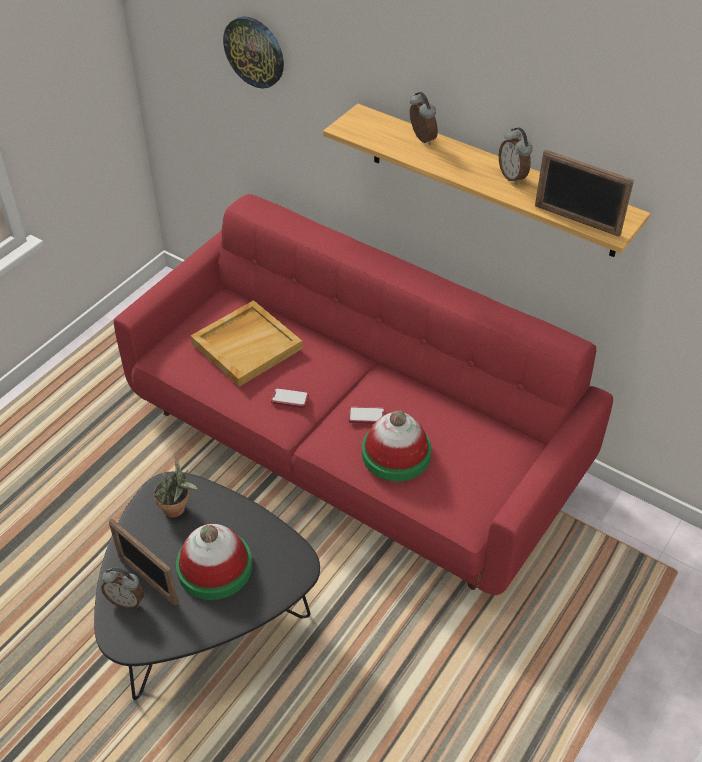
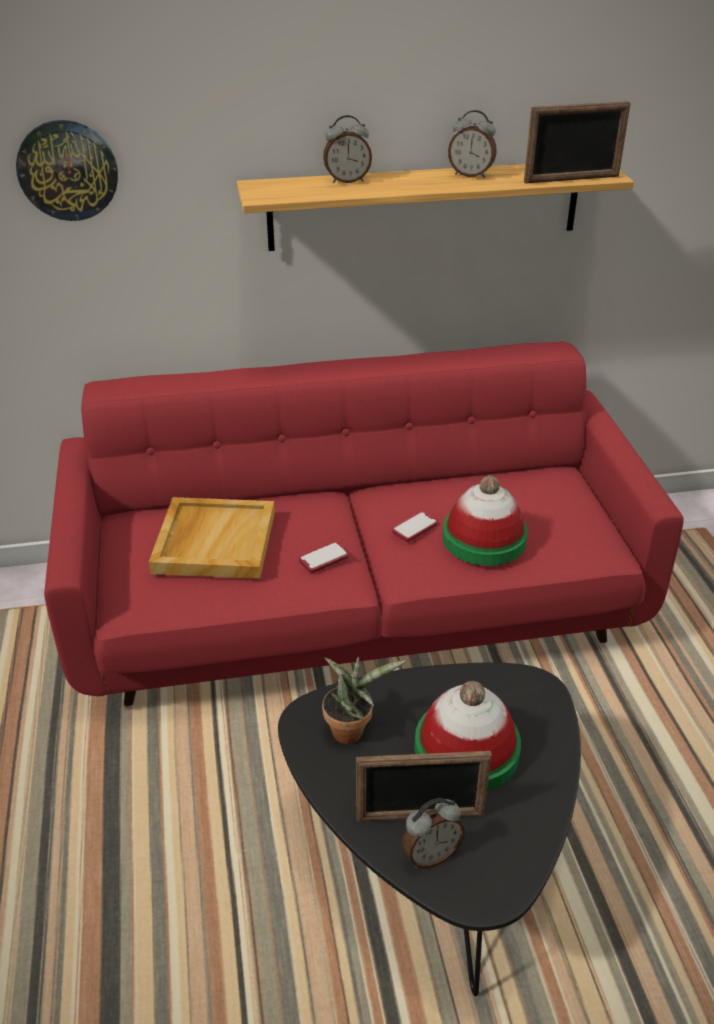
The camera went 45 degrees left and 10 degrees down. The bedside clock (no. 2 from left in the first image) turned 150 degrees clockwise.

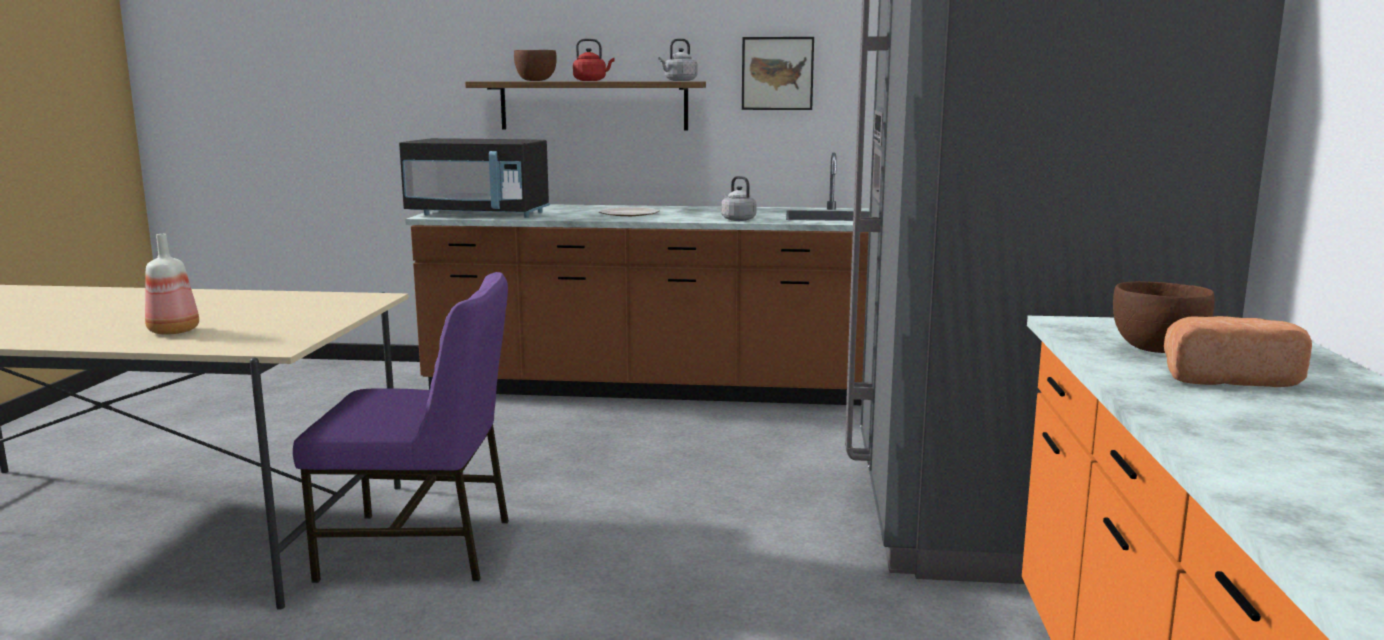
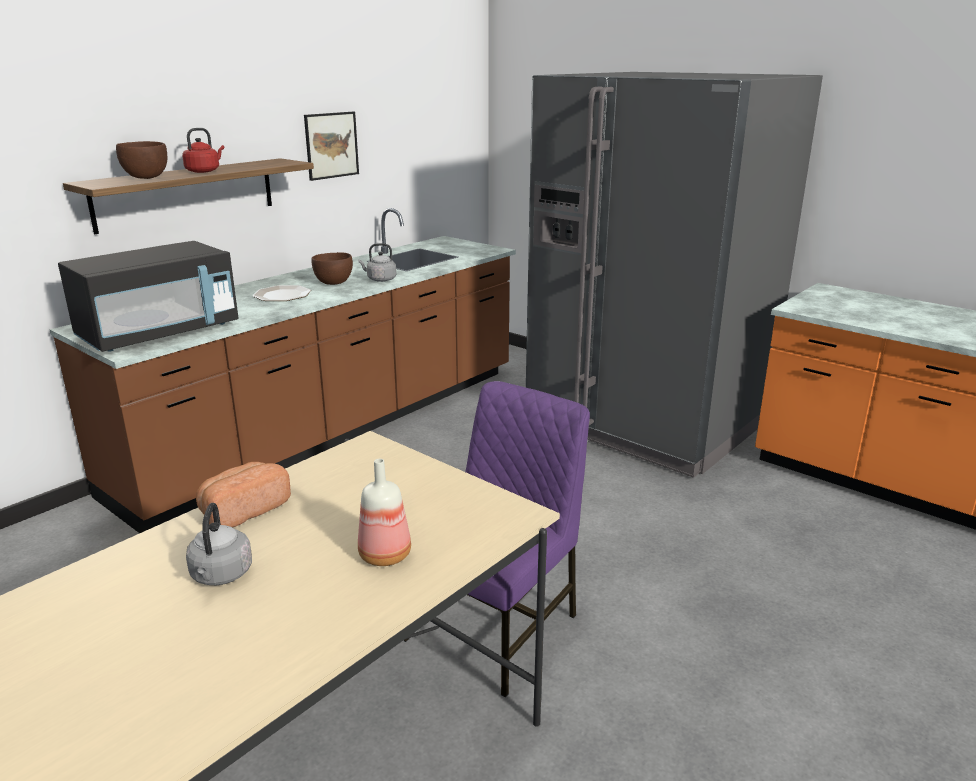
The camera went 55 degrees left and 10 degrees up. The gray tea kettle (no. 1 from left) moved. The brown bowl (no. 2 from left) moved. The baked bread moved.

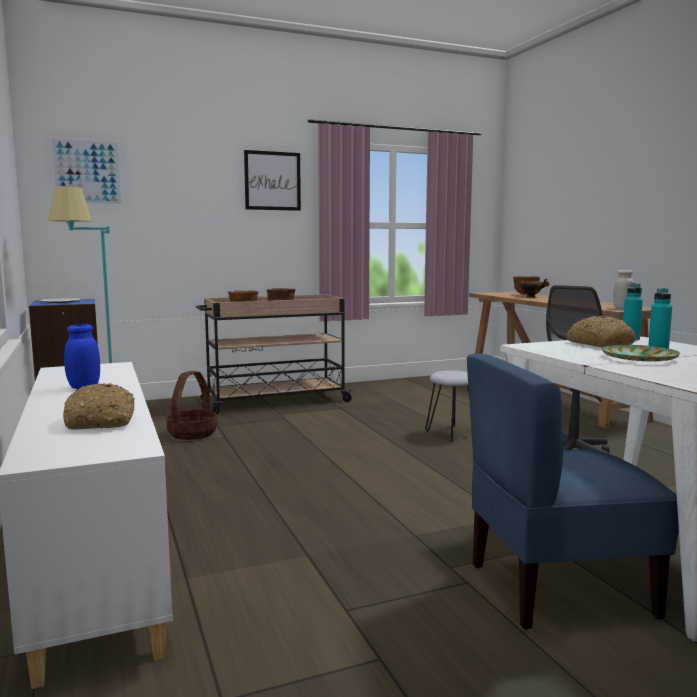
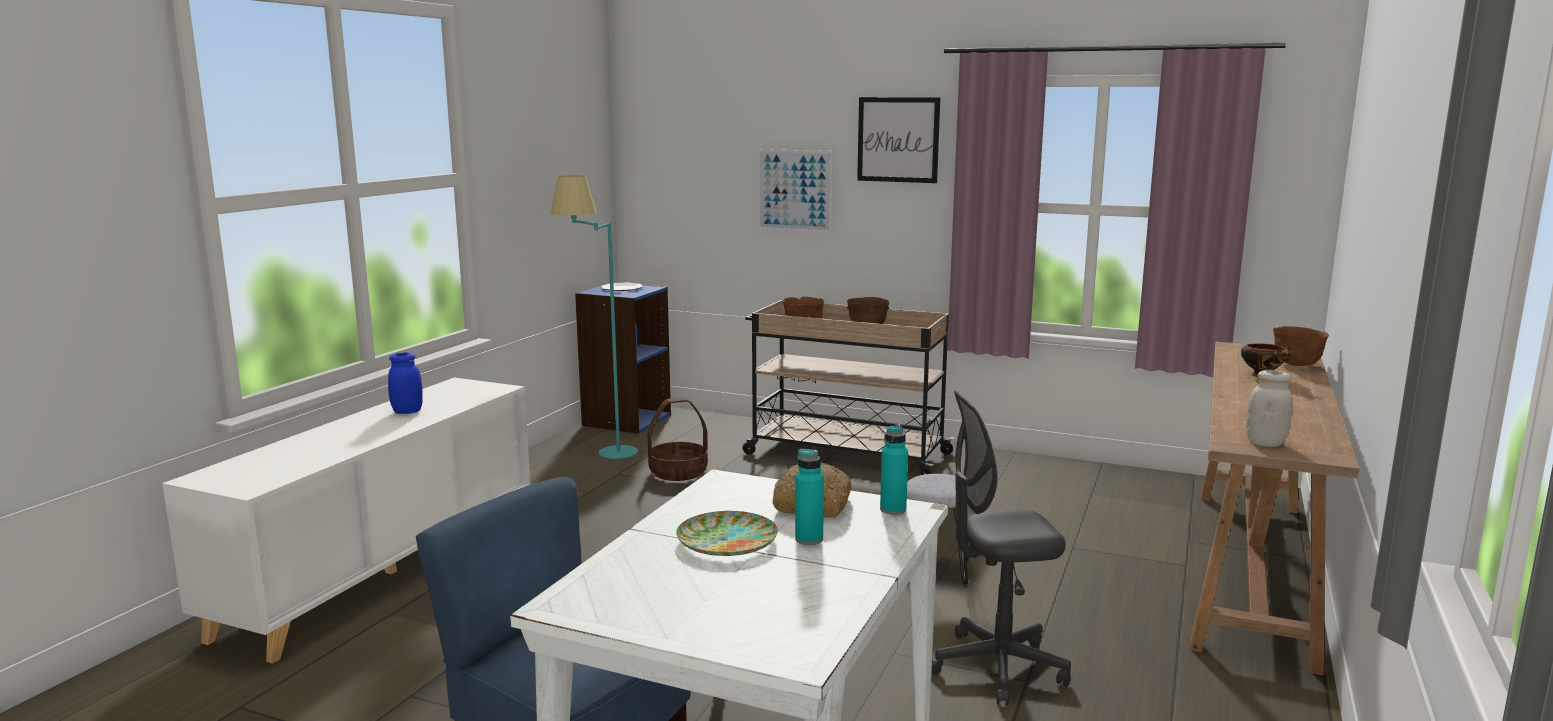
The camera went 45 degrees right and 5 degrees up. The baked bread (no. 1 from left) disappeared. The wall art (no. 1 from left) moved.

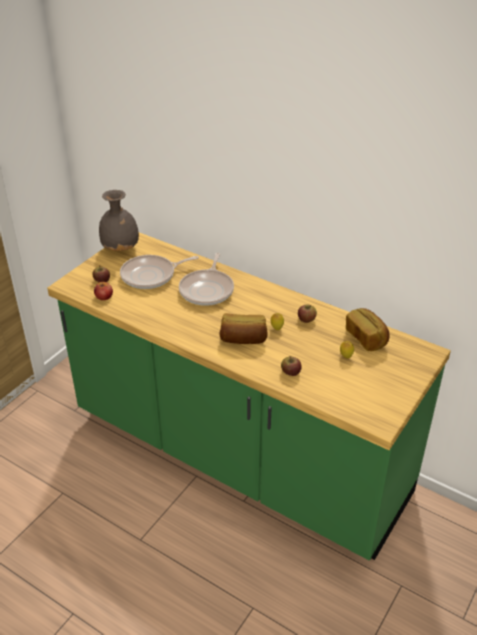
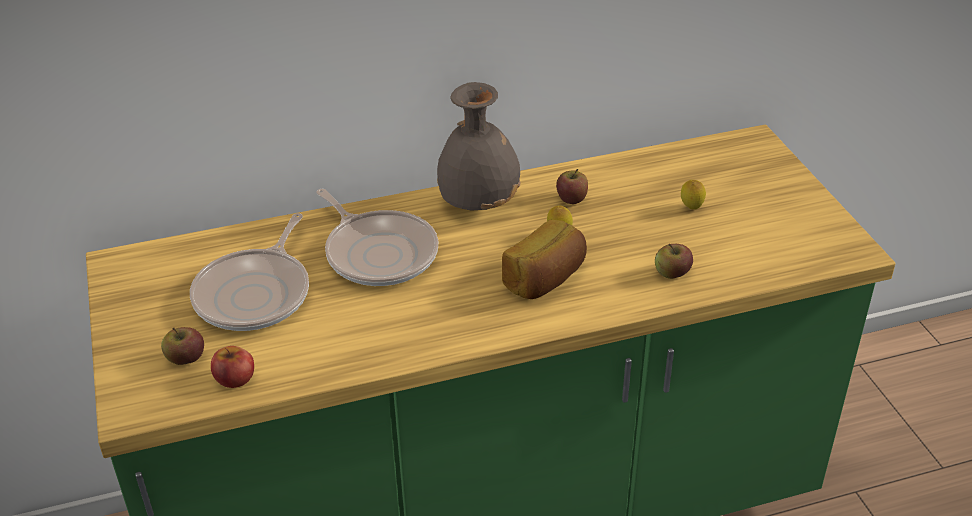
The camera went 50 degrees left and 0 degrees up. The baked bread (no. 2 from left) disappeared. The gray flower vase moved.

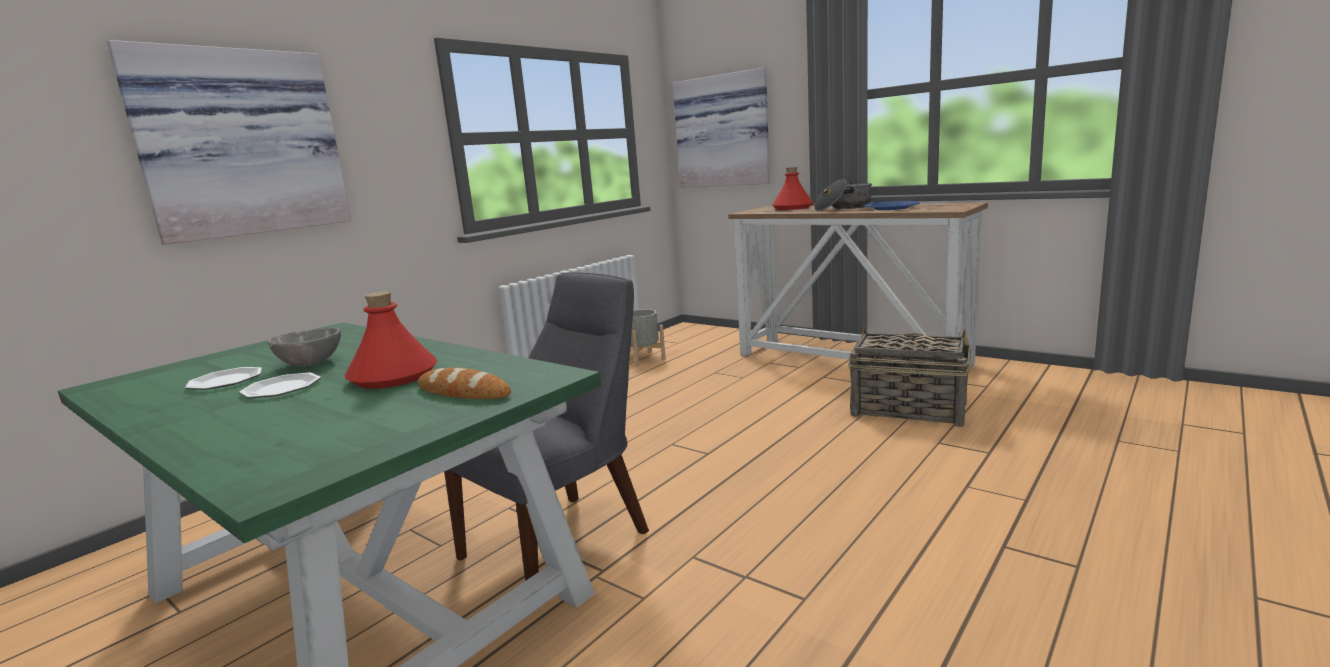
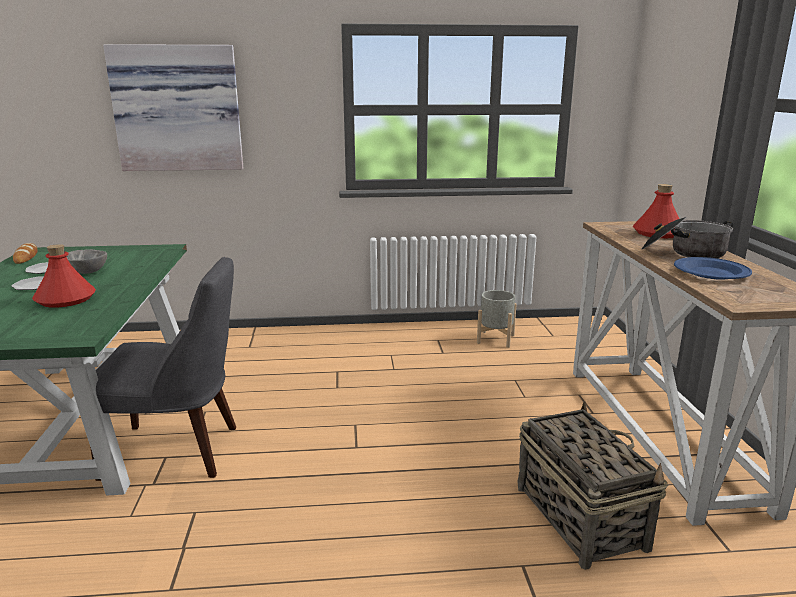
The camera went 45 degrees right and 5 degrees up. The wall art (no. 2 from left) disappeared. The baked bread moved.

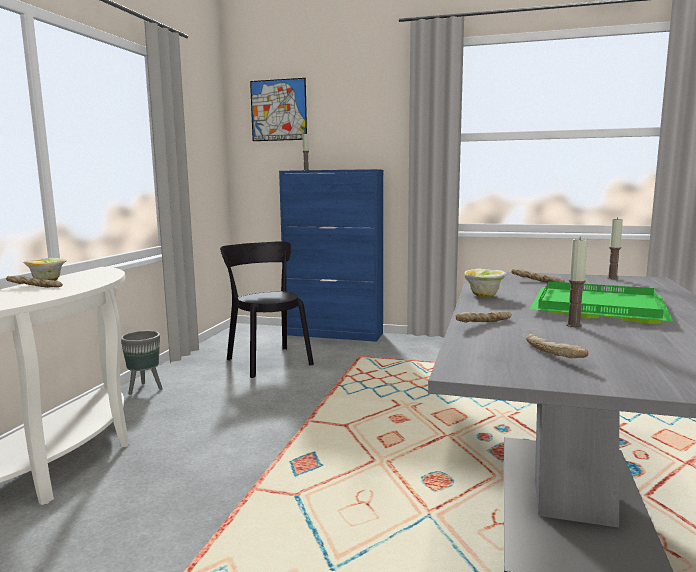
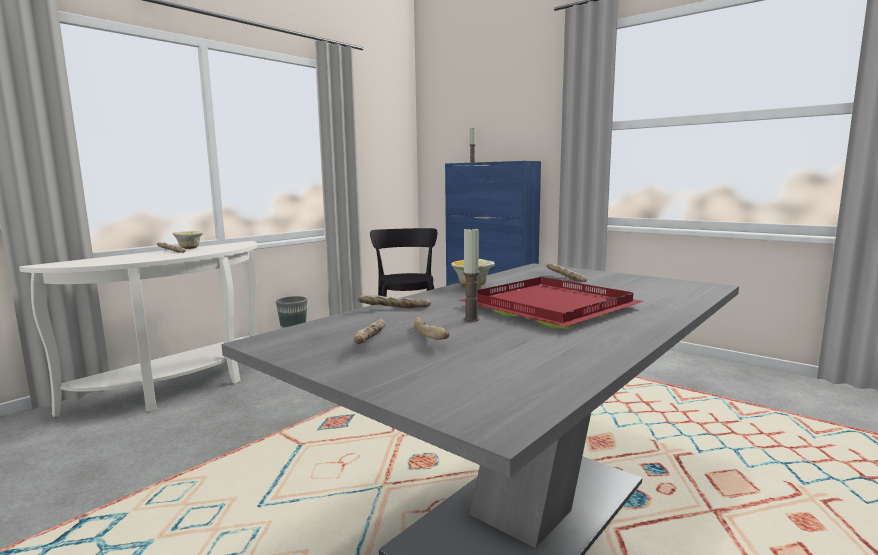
The camera went 25 degrees right and 0 degrees up. The wall art disappeared. The wax light (no. 3 from left) disappeared. The baked bread (no. 4 from left) appeared. The green-coloured tray became the red-coloured tray.

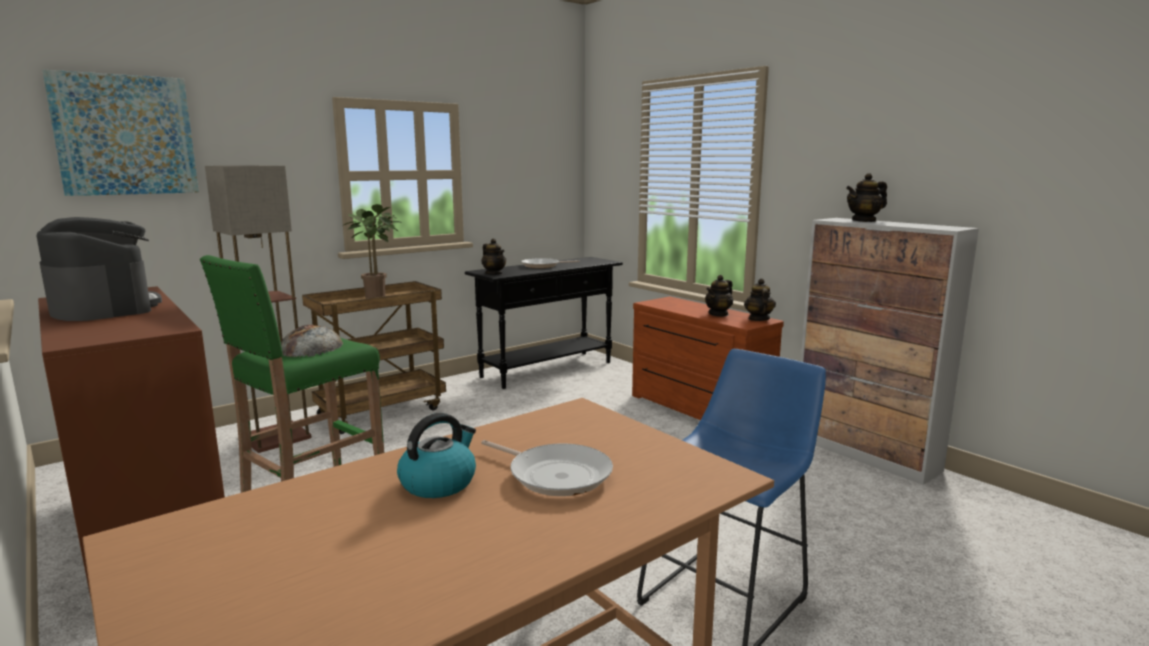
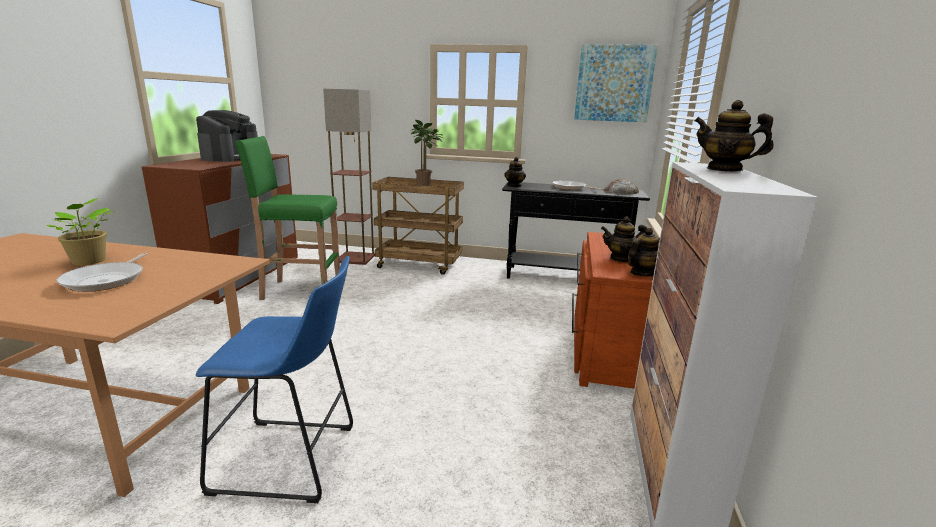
The camera went 50 degrees right and 5 degrees up. The wall art moved. The baked bread moved. The tea kettle was replaced by the plant in a pot (no. 1 from left).

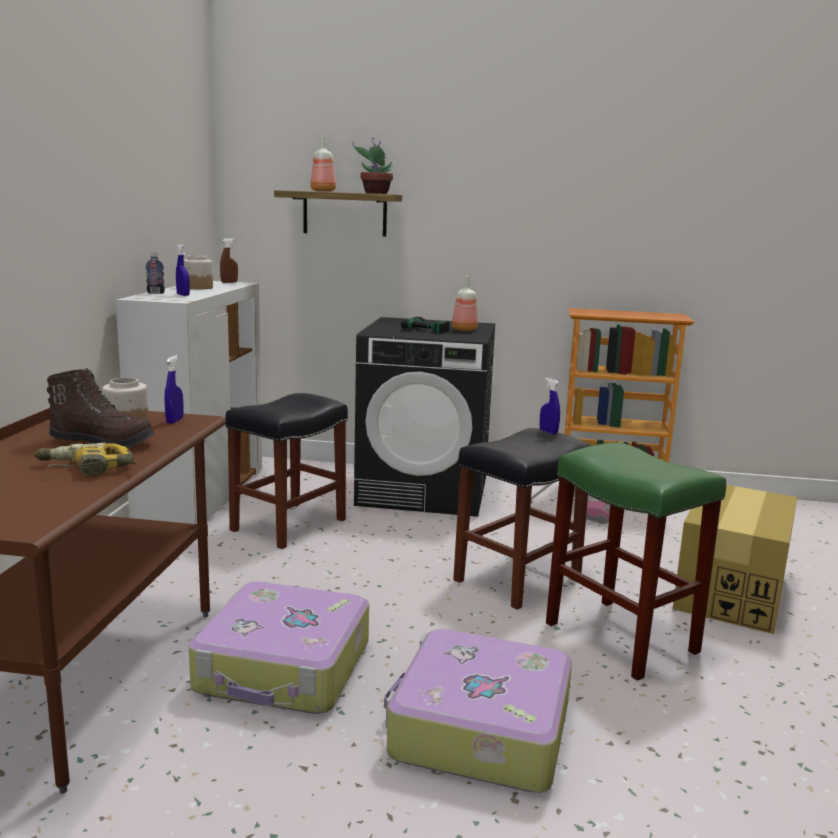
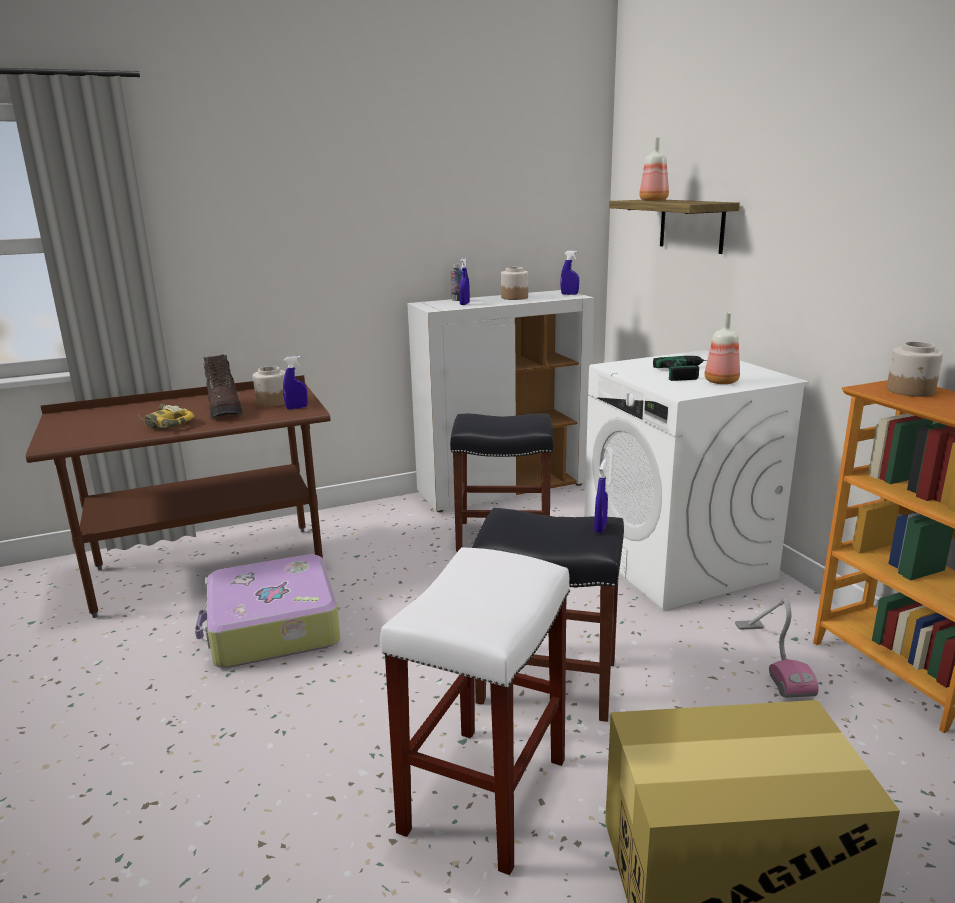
The camera went 60 degrees right and 5 degrees up. The plant in a pot disappeared. The travel case (no. 2 from left) disappeared. The storage jar (no. 3 from left) appeared. The brown spray bottle became the bluish spray bottle (no. 3 from left). The black laundry appliance became the white-coloured laundry appliance. The green-coloured stool became the white-coloured stool.

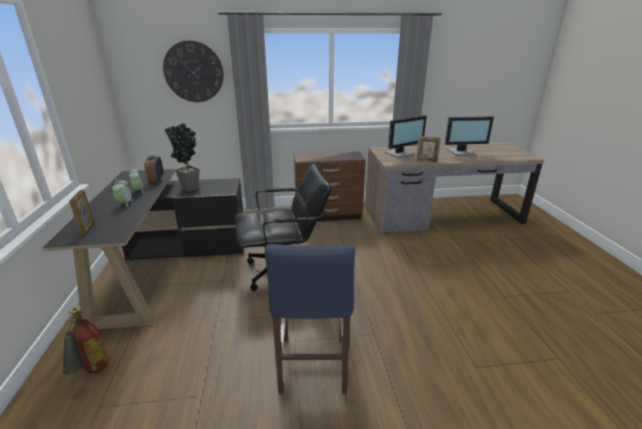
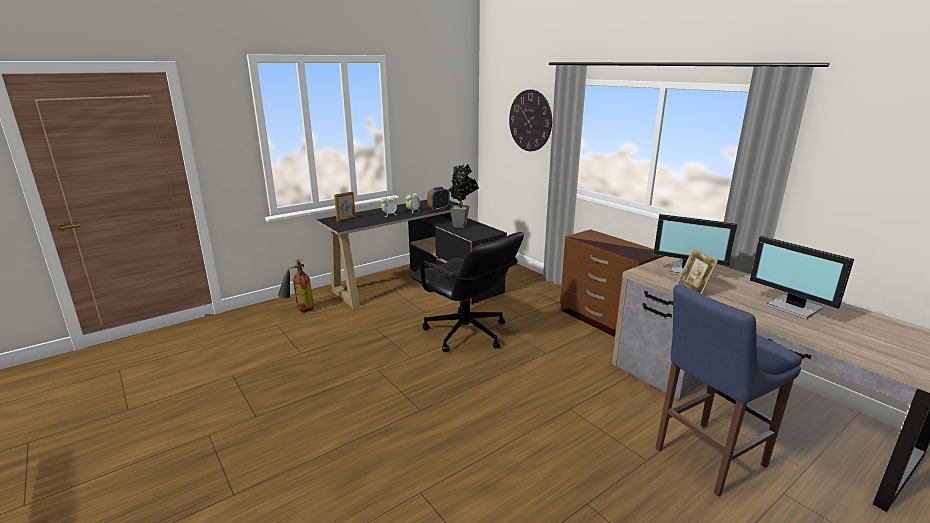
The camera went 60 degrees right and 5 degrees down. The bluish stool moved.

